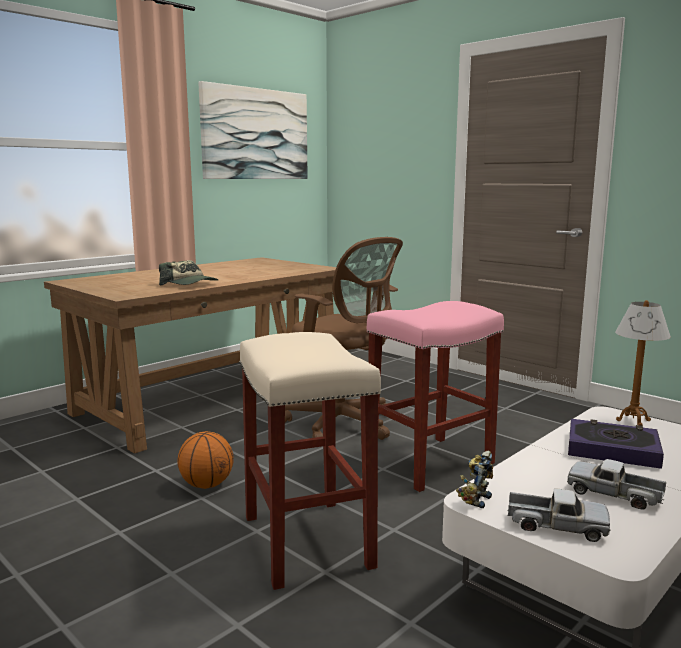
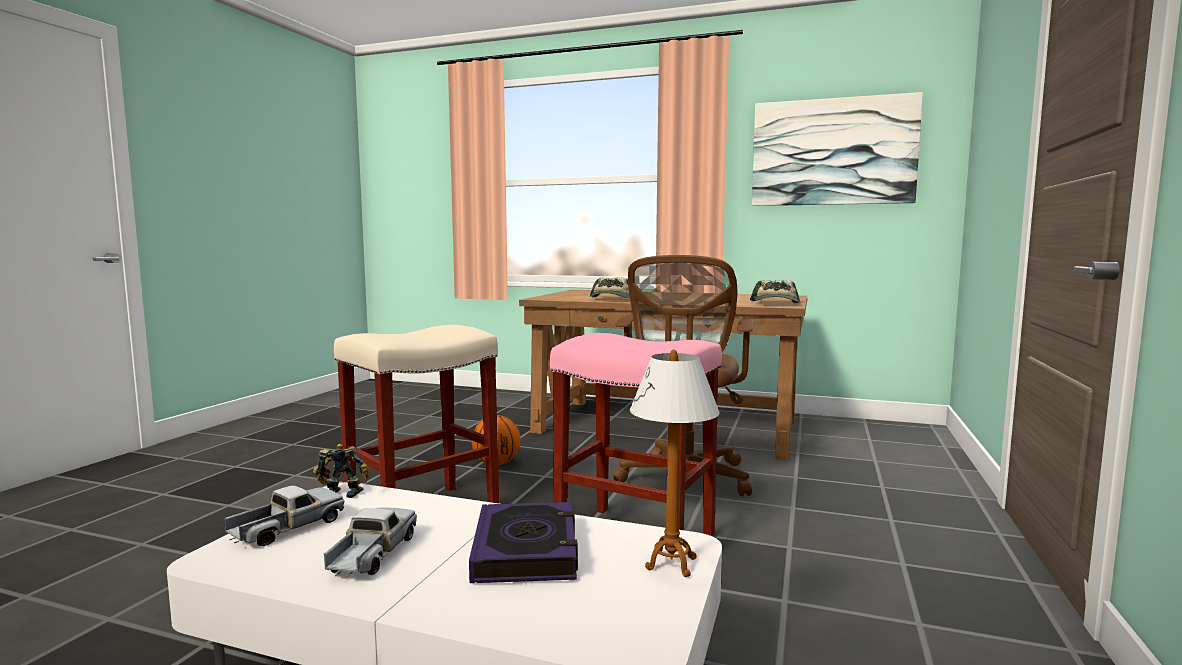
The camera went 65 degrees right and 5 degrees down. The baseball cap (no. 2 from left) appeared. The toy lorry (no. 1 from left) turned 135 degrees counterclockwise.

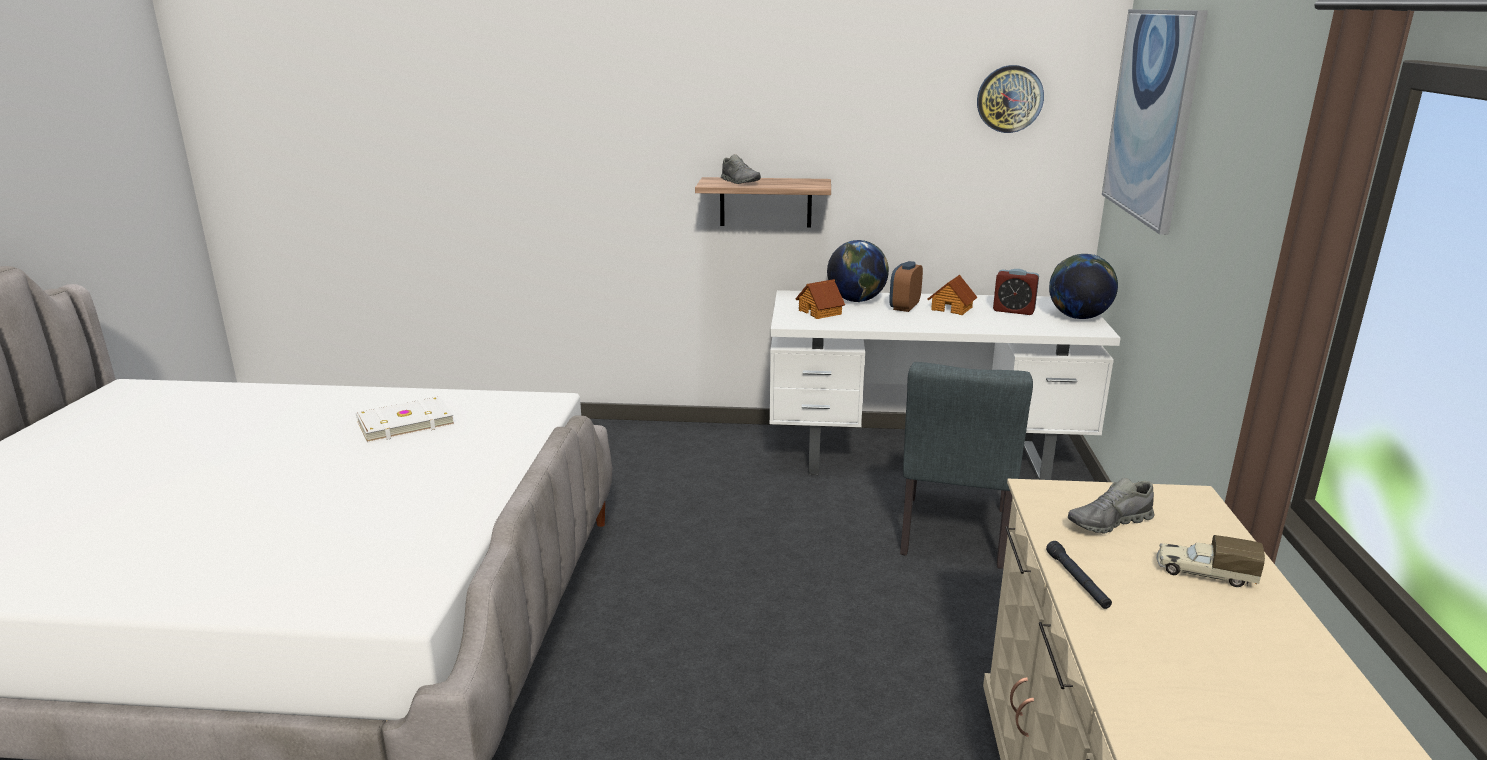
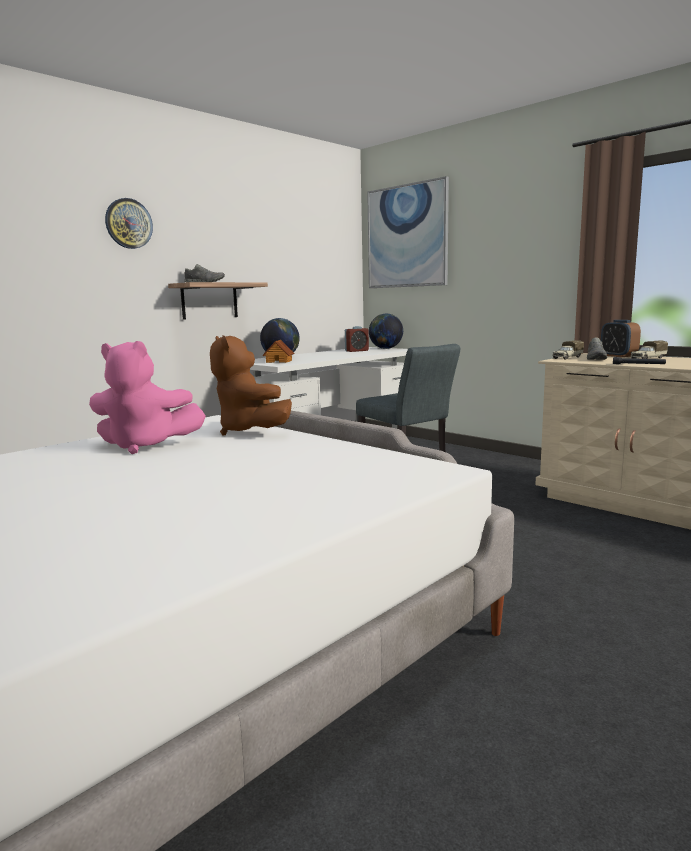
The camera went 50 degrees left and 10 degrees down. The toy house (no. 2 from left) disappeared. The brown soft toy appeared. The toy lorry (no. 1 from left) appeared. The bedside clock (no. 1 from left in the first image) moved. The wall clock moved. The white-coloured volume was replaced by the pinkish soft toy.

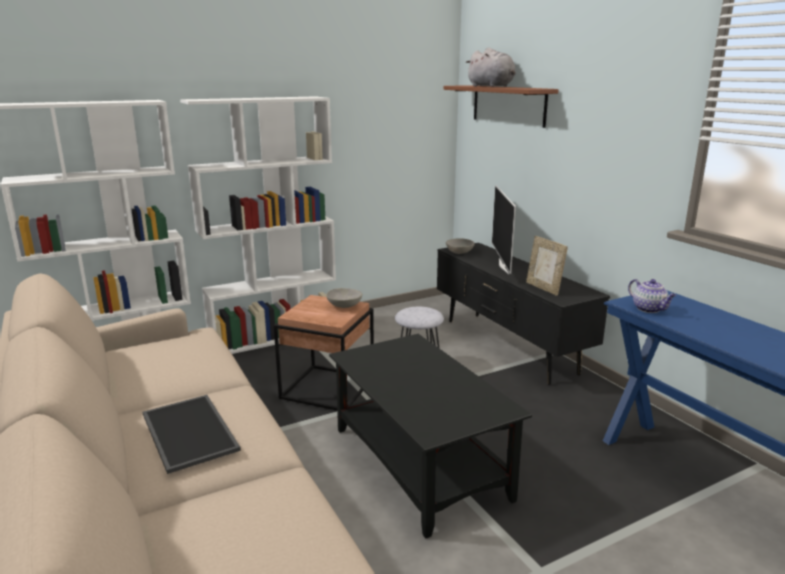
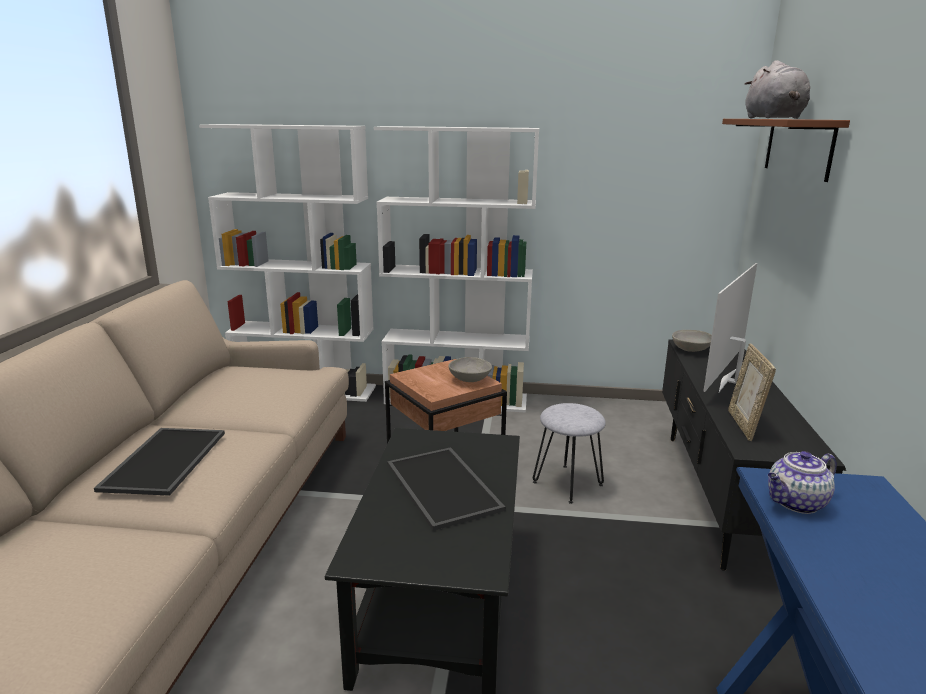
The camera went 35 degrees right and 0 degrees up. The tray (no. 2 from left) appeared. The teapot turned 60 degrees clockwise.

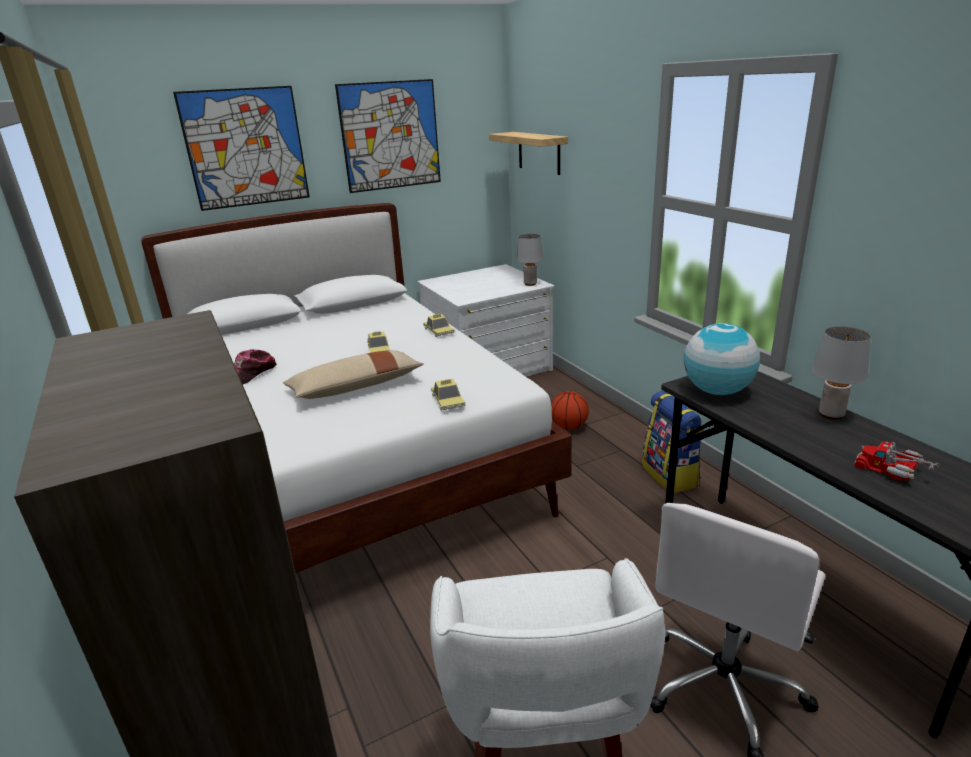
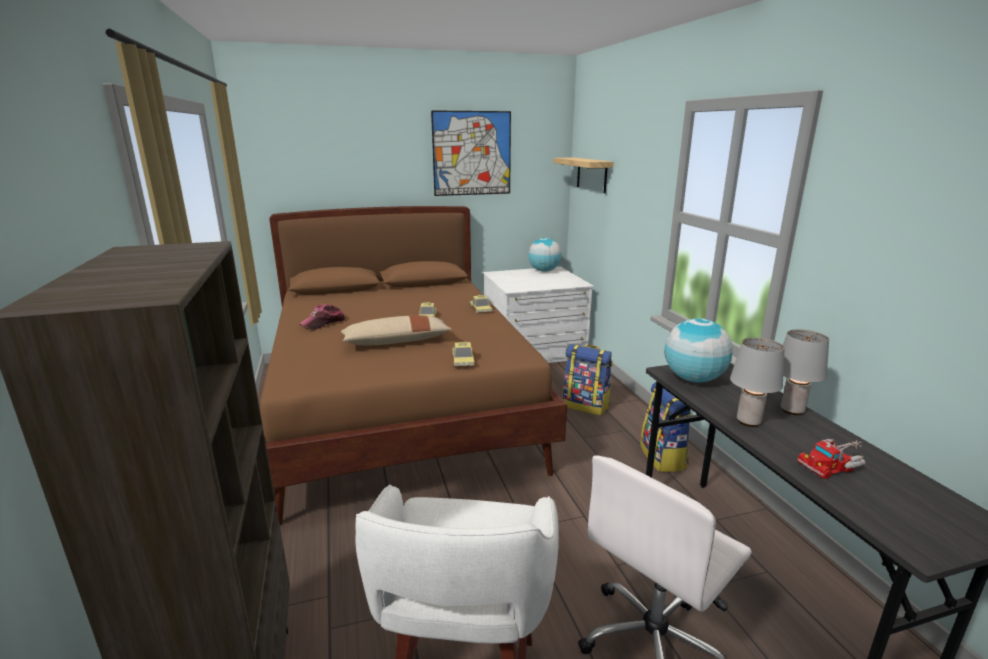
The camera went 10 degrees right and 5 degrees down. The wall art (no. 1 from left) disappeared. The desk globe (no. 1 from left) appeared. The gray table lamp (no. 1 from left) moved. The basketball ball was replaced by the backpack (no. 1 from left). The white-coloured bedroom bed became the brown bedroom bed. The toy lorry turned 75 degrees counterclockwise.

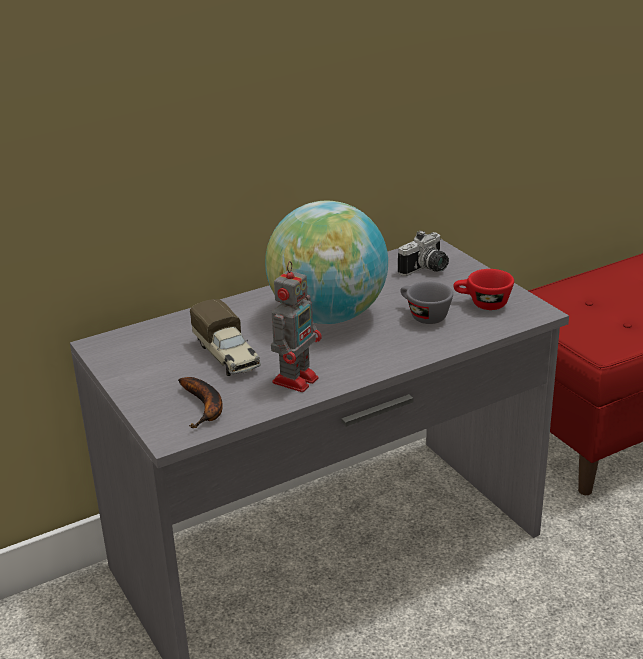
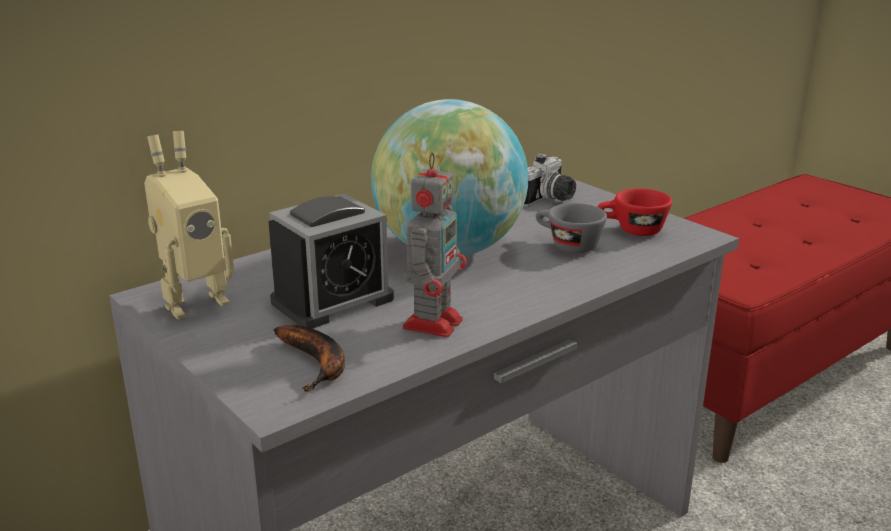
The camera went 10 degrees left and 5 degrees down. The toy robot (no. 1 from left) appeared. The toy lorry was replaced by the bedside clock.

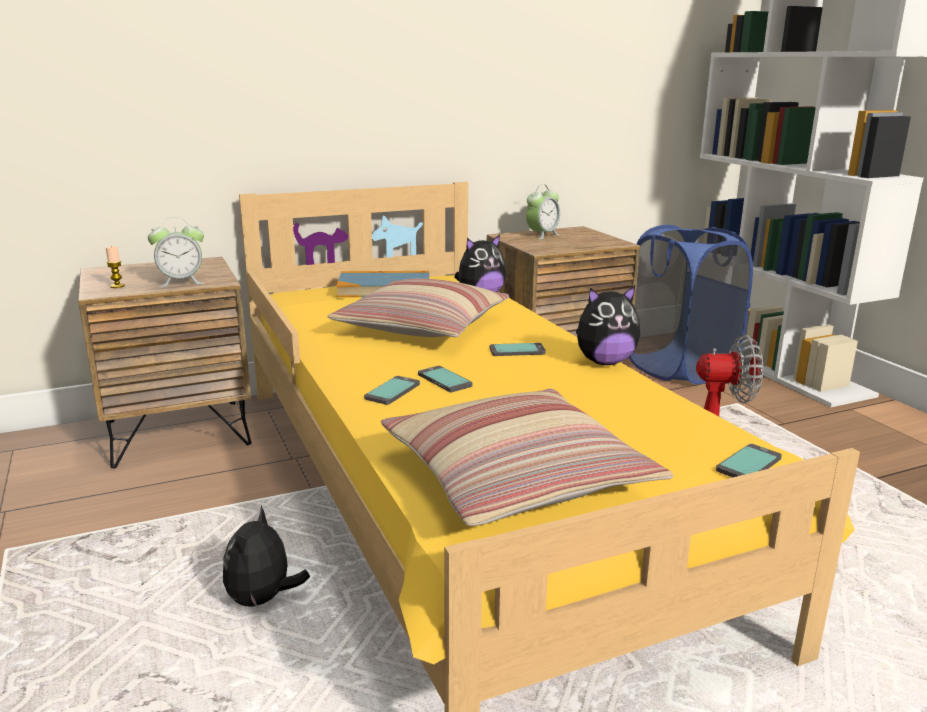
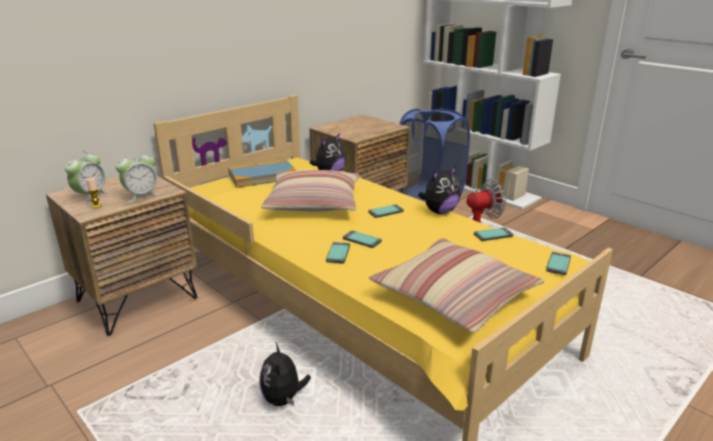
The camera went 20 degrees left and 5 degrees up. The telephone (no. 4 from left) appeared. The bedside clock (no. 2 from left in the first image) moved.

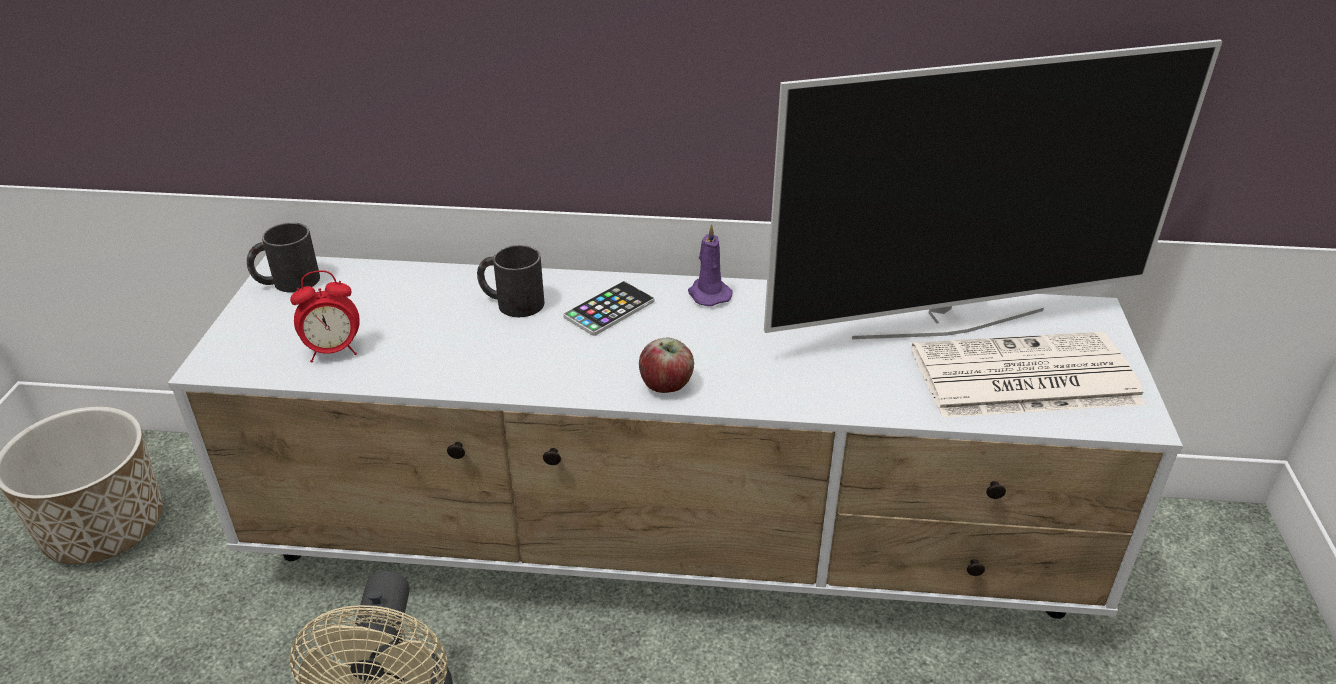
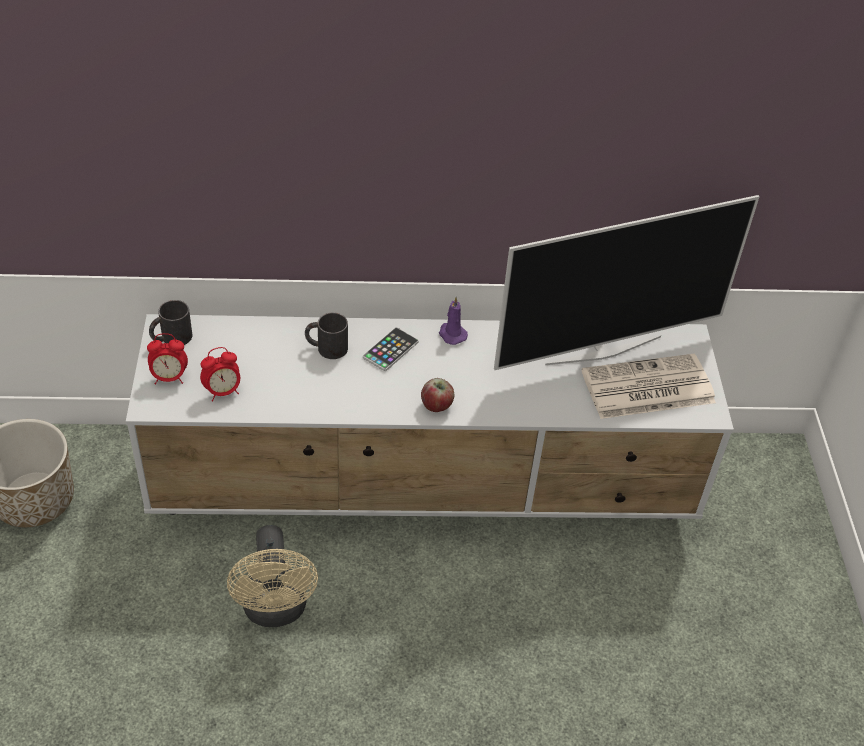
The camera went 10 degrees left and 10 degrees up. The bedside clock (no. 1 from left) appeared.

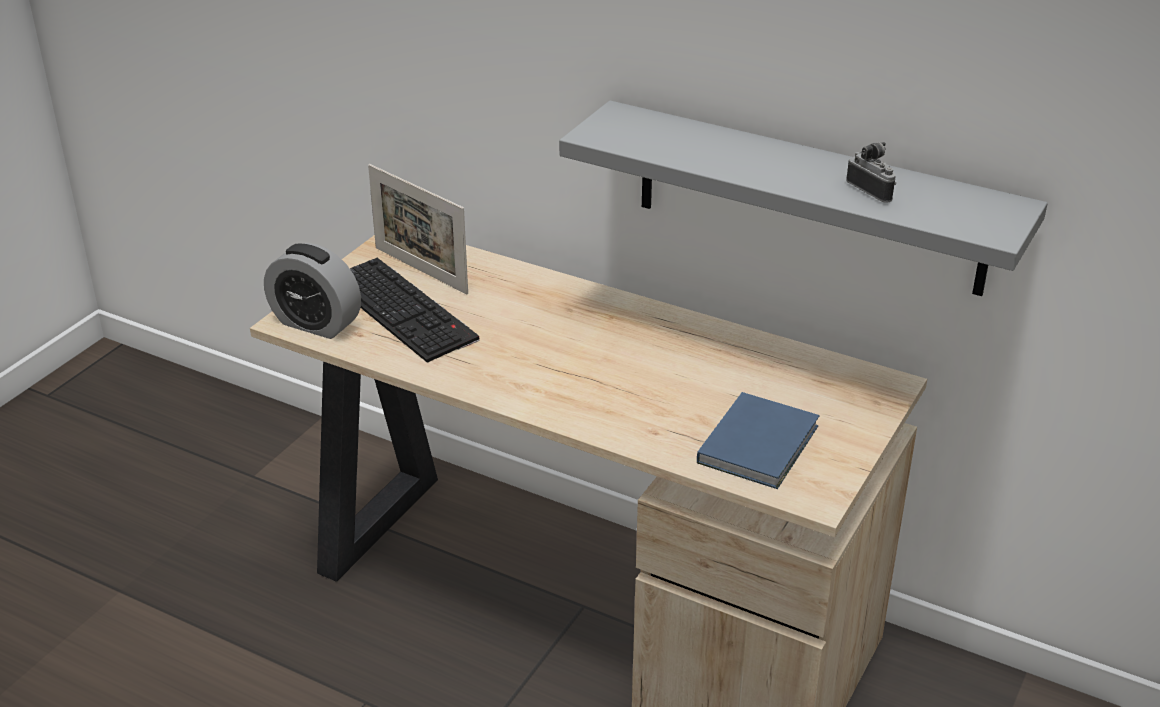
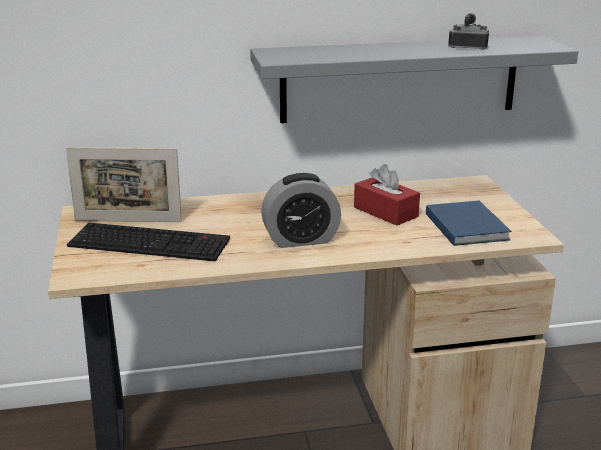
The camera went 40 degrees left and 10 degrees down. The red-coloured tissue box appeared. The bedside clock moved.

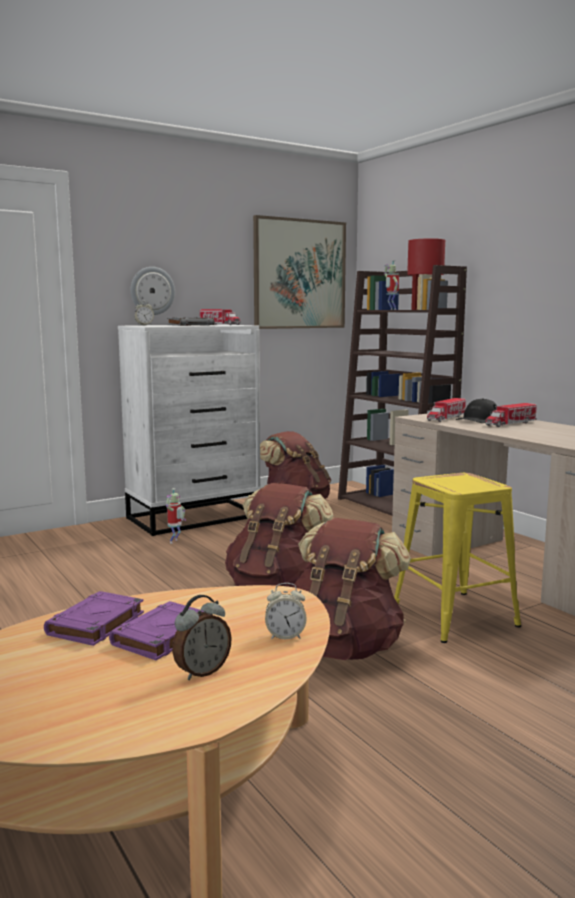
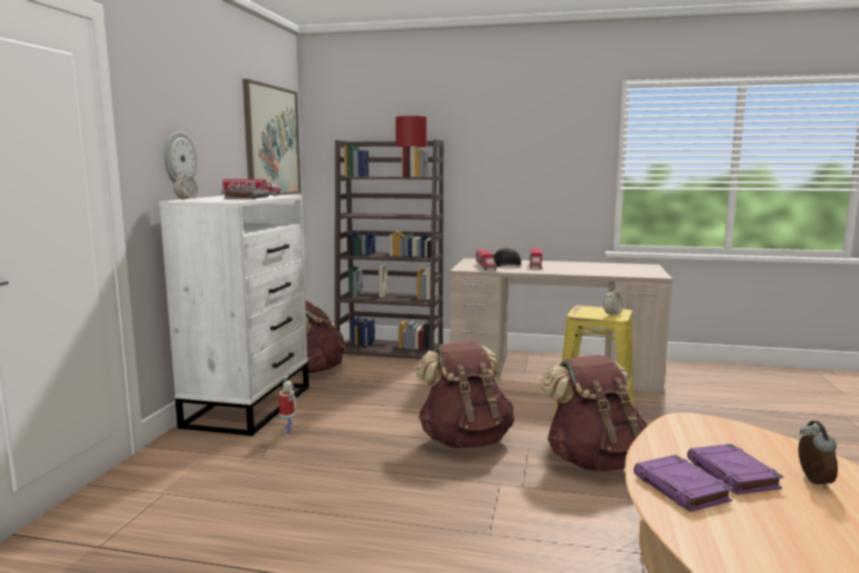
The camera went 45 degrees left and 0 degrees up. The toy robot (no. 2 from left) disappeared. The bedside clock (no. 3 from left in the first image) moved.

